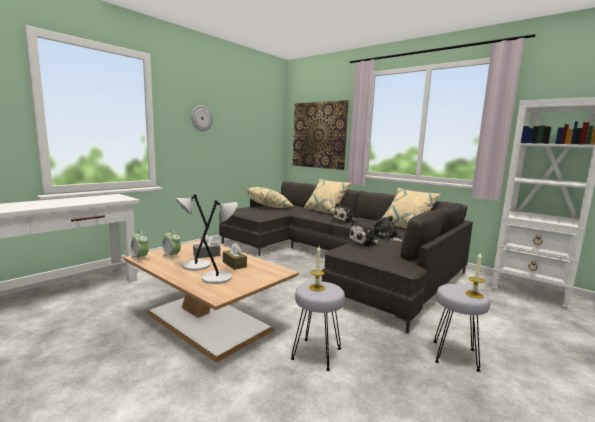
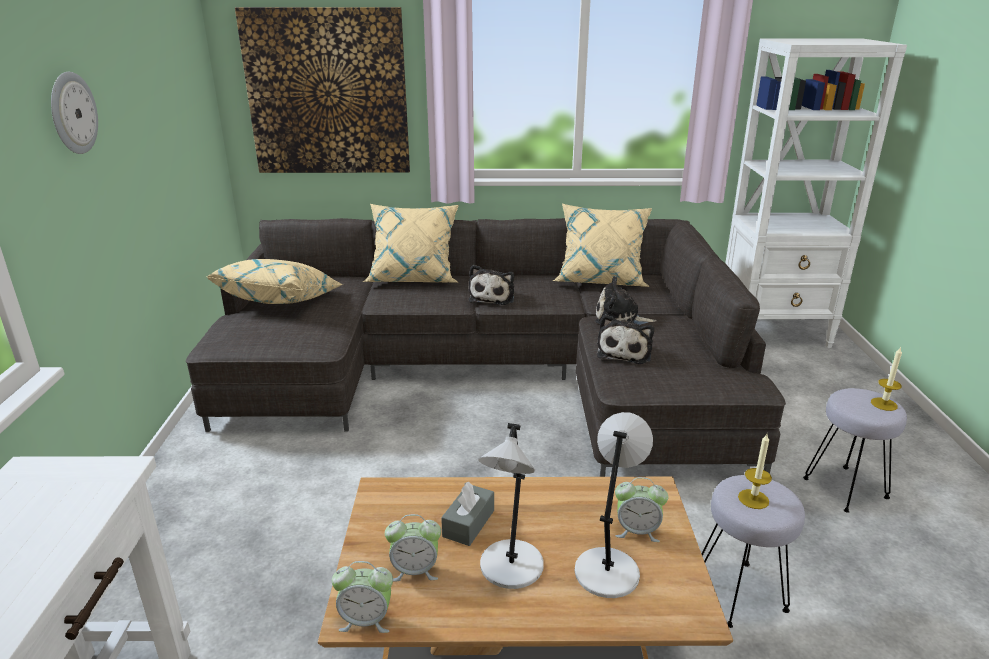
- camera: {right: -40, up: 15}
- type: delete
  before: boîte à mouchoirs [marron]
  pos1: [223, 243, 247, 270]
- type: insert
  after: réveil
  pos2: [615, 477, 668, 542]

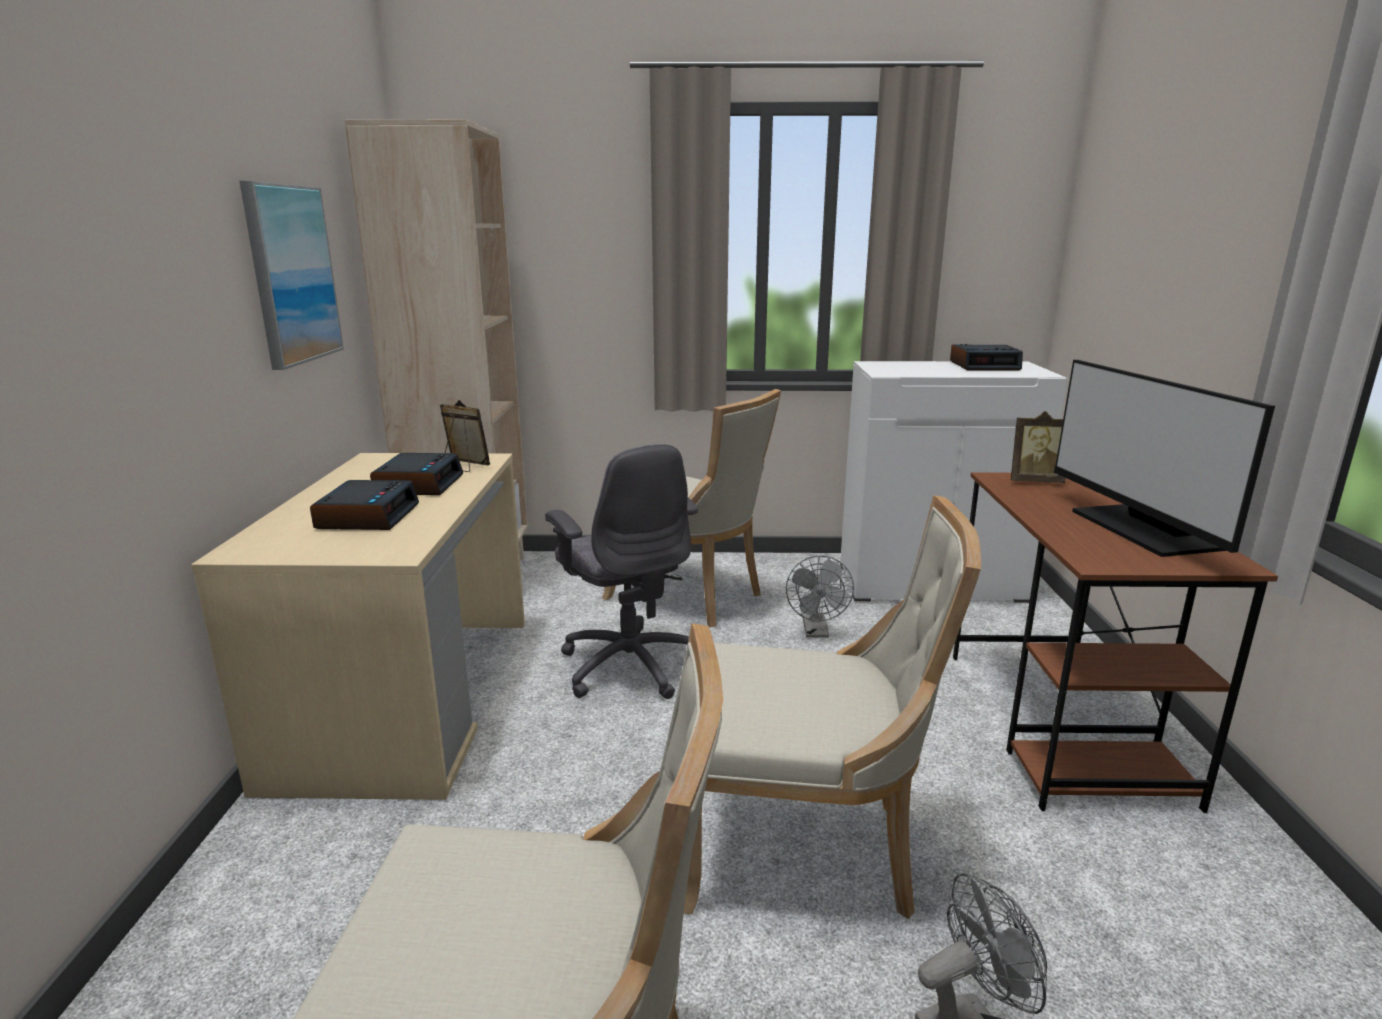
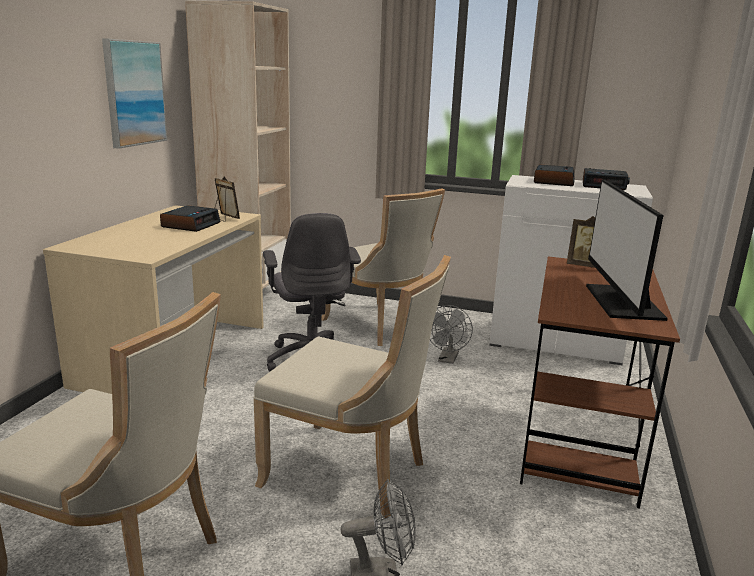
- camera: {right: 15, up: 0}
- type: move
  before: réveil
  pos1: [310, 480, 419, 530]
  pos2: [534, 165, 575, 186]

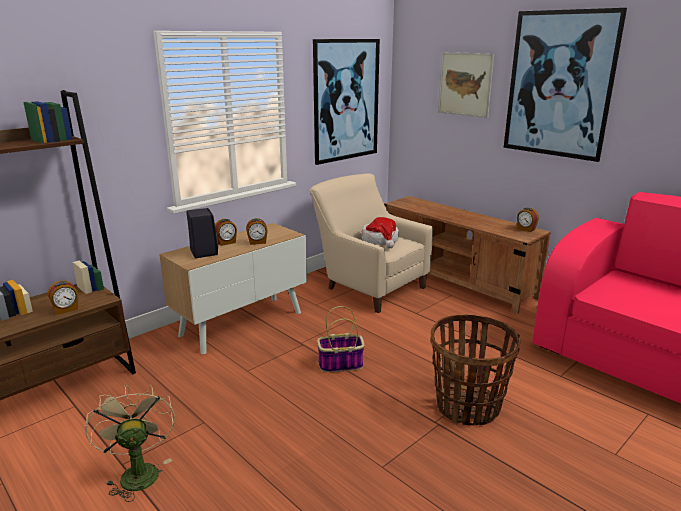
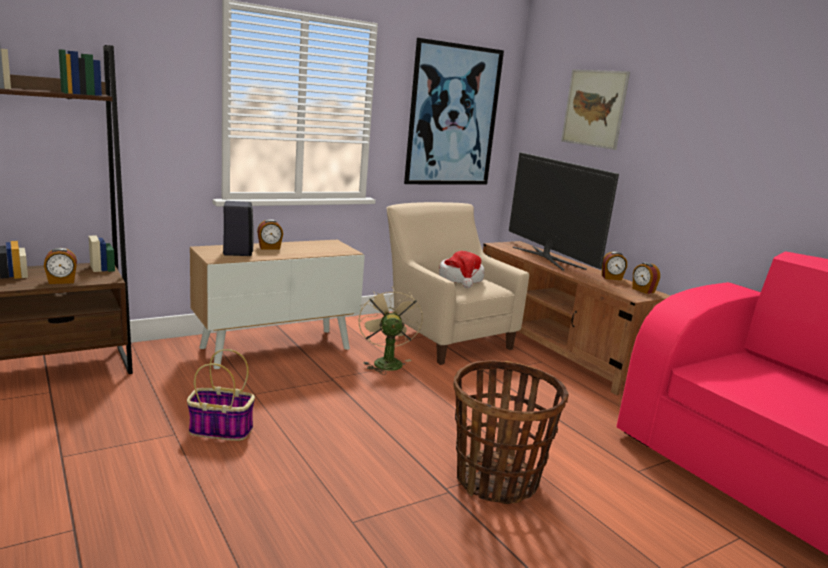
- camera: {right: 10, up: -5}
- type: delete
  before: tableau
  pos1: [504, 8, 627, 162]
- type: insert
  after: téléviseur
  pos2: [509, 152, 619, 270]
- type: move
  before: ventilateur [beige]
  pos1: [85, 385, 175, 502]
  pos2: [358, 287, 423, 375]
- type: move
  before: réveil
  pos1: [246, 218, 268, 245]
  pos2: [602, 252, 627, 280]
- type: move
  before: panier
  pos1: [317, 306, 365, 372]
  pos2: [187, 349, 255, 441]

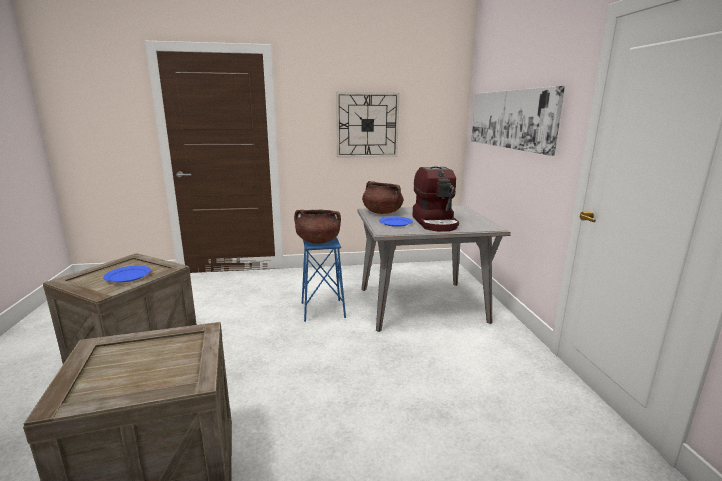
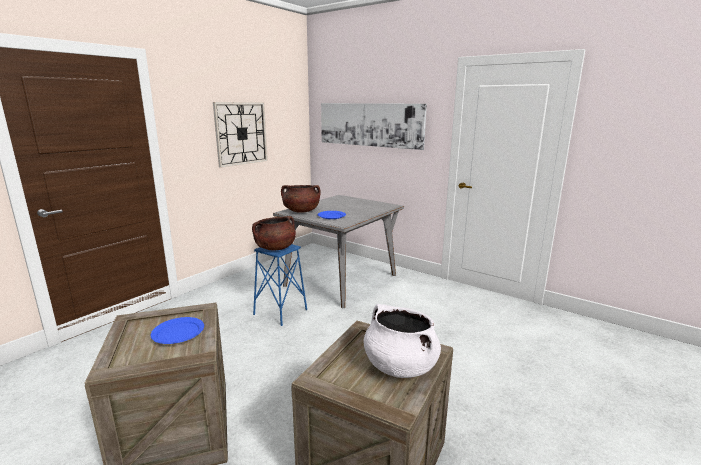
- camera: {right: -45, up: 0}
- type: delete
  before: machine à café
  pos1: [412, 166, 459, 232]
- type: insert
  after: marmite [blanc]
  pos2: [364, 304, 441, 378]

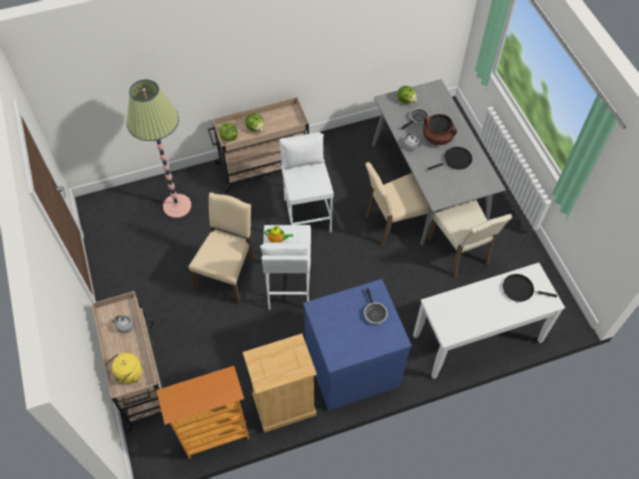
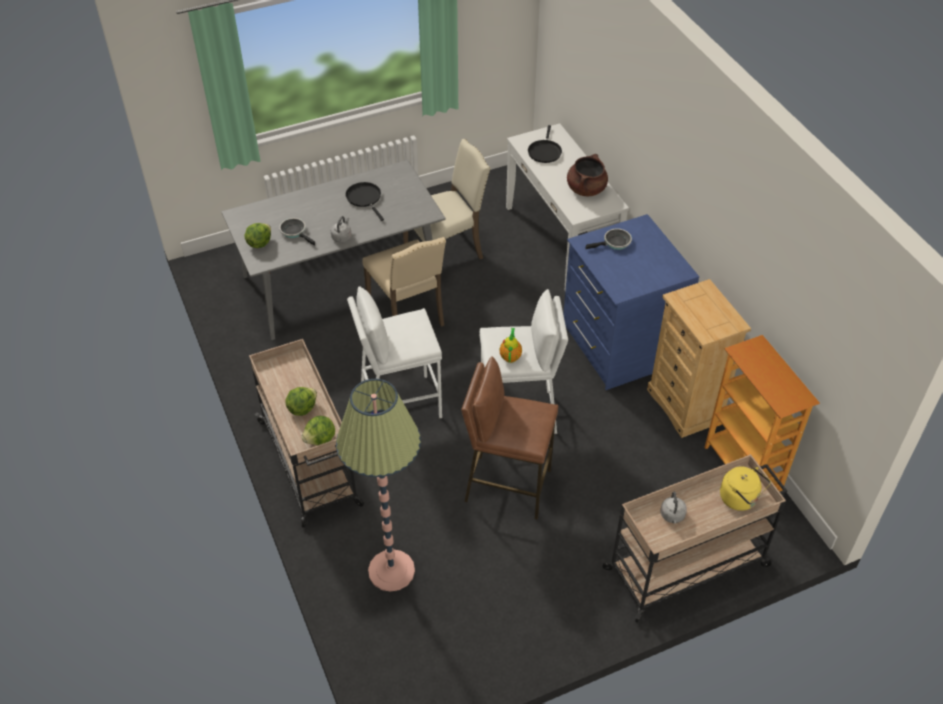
- camera: {right: -95, up: -10}
- type: move
  before: marmite [marron]
  pos1: [423, 114, 457, 145]
  pos2: [567, 154, 608, 196]
- type: replace
  before: chaise [beige]
  after: tabouret [marron]
  pos1: [189, 192, 256, 304]
  pos2: [461, 356, 558, 520]

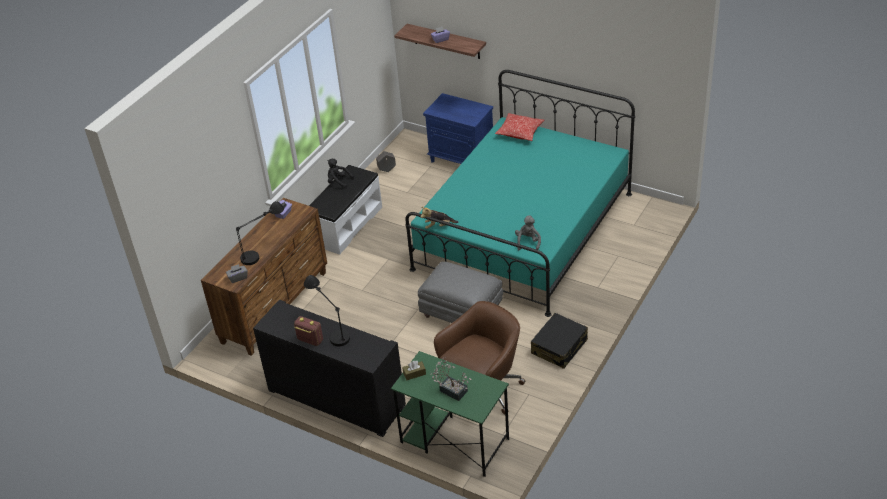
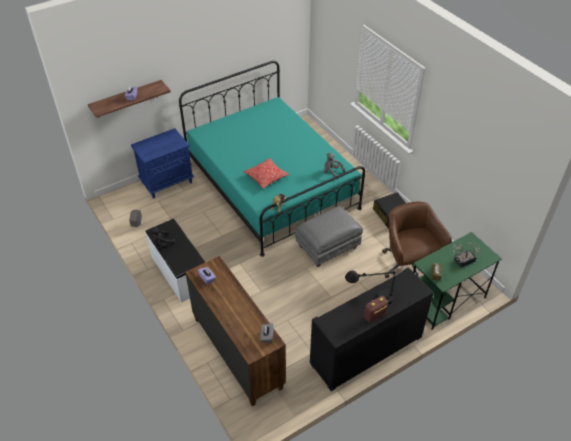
- camera: {right: -65, up: 5}
- type: delete
  before: lampe de table [noir]
  pos1: [236, 201, 284, 265]
- type: move
  before: coussin
  pos1: [495, 113, 544, 141]
  pos2: [244, 158, 289, 189]

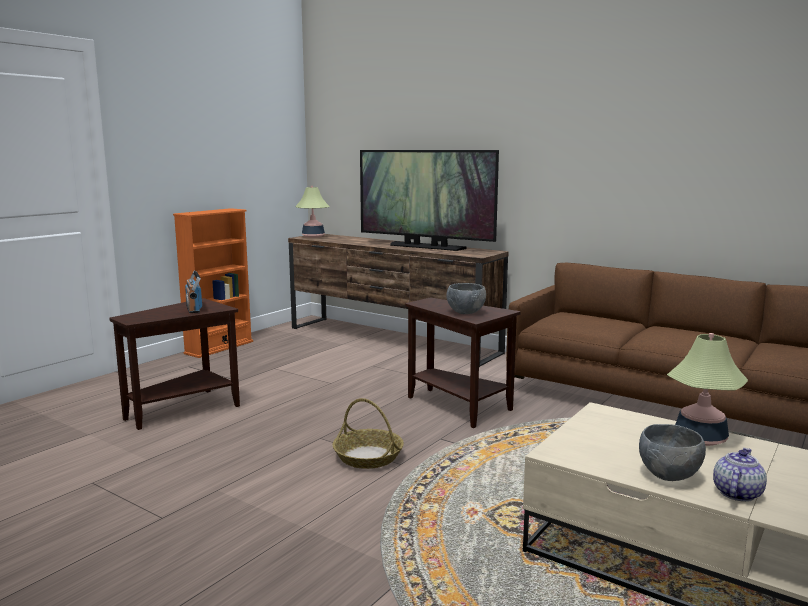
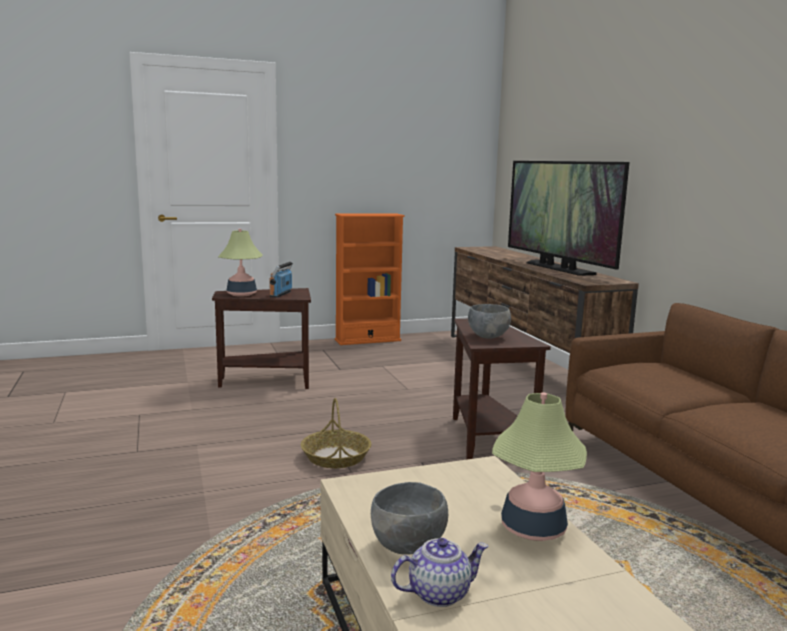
- camera: {right: 35, up: 0}
- type: move
  before: lampe de table
  pos1: [295, 186, 330, 238]
  pos2: [218, 229, 263, 297]

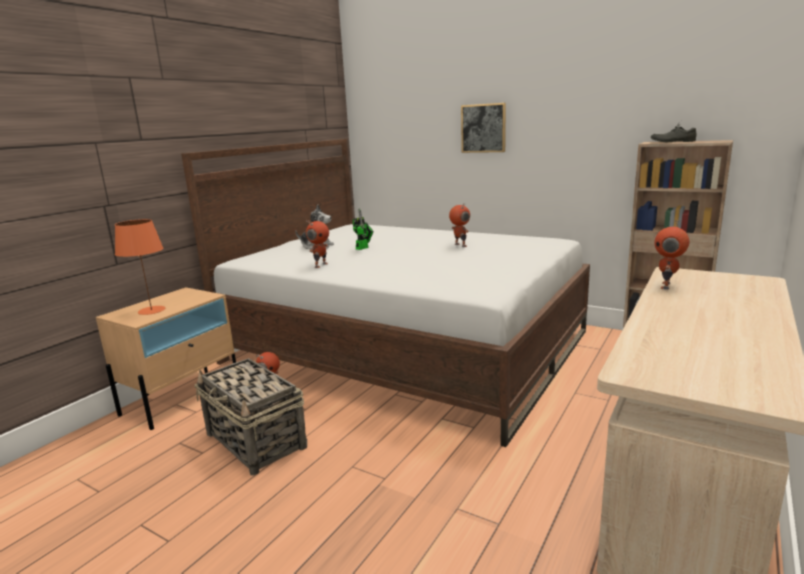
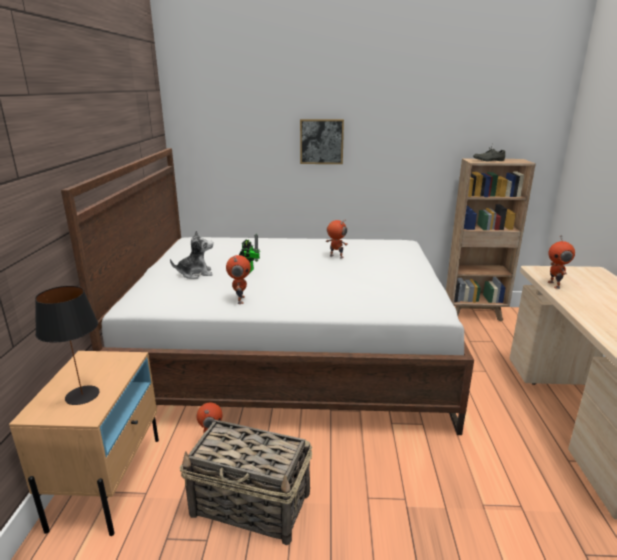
- camera: {right: -30, up: 5}
- type: recolor
  before: lampe de table [orange]
  after: lampe de table [noir]
  pos1: [115, 219, 165, 315]
  pos2: [35, 286, 100, 405]

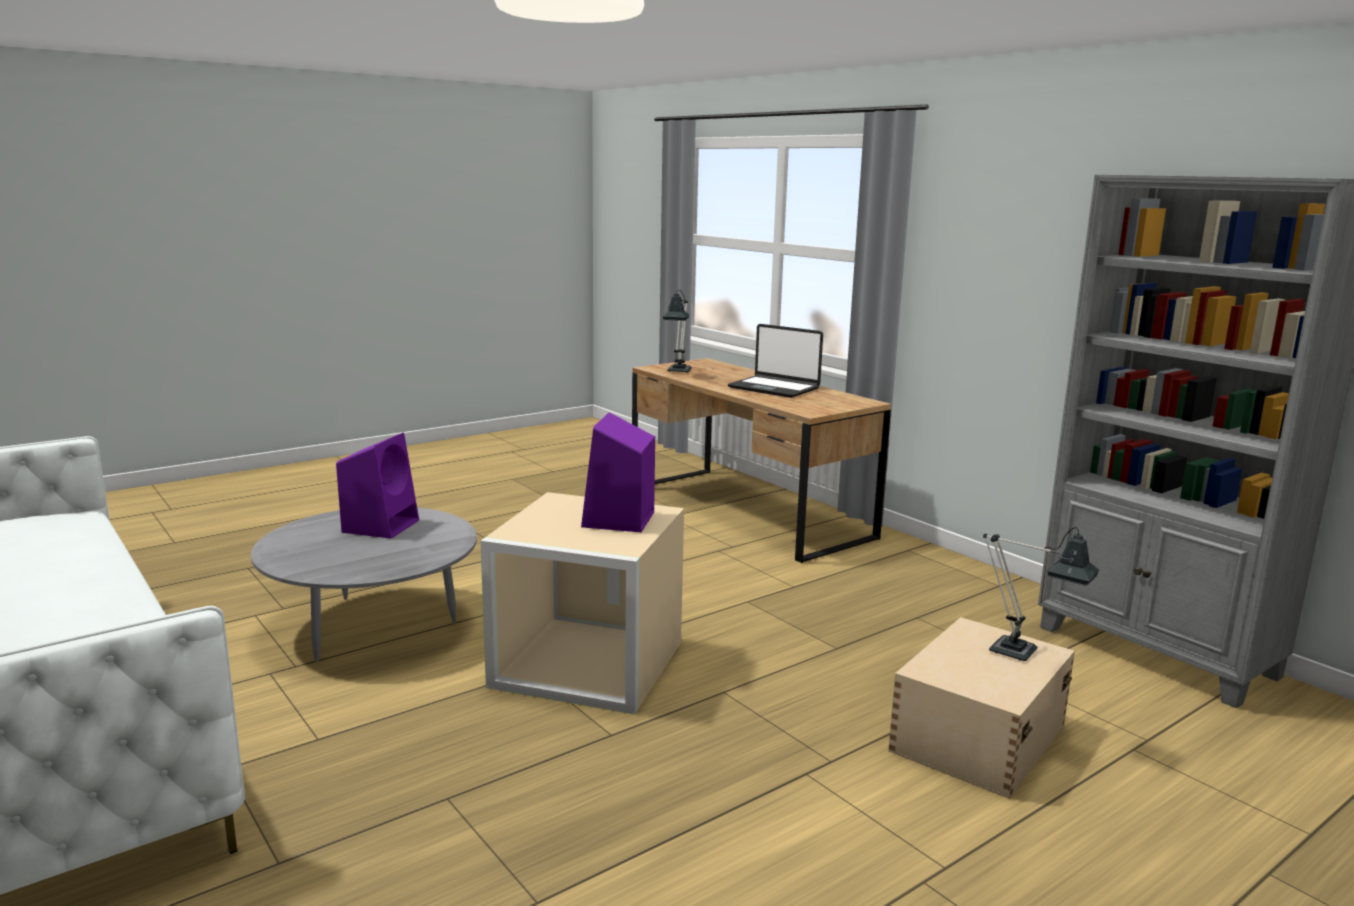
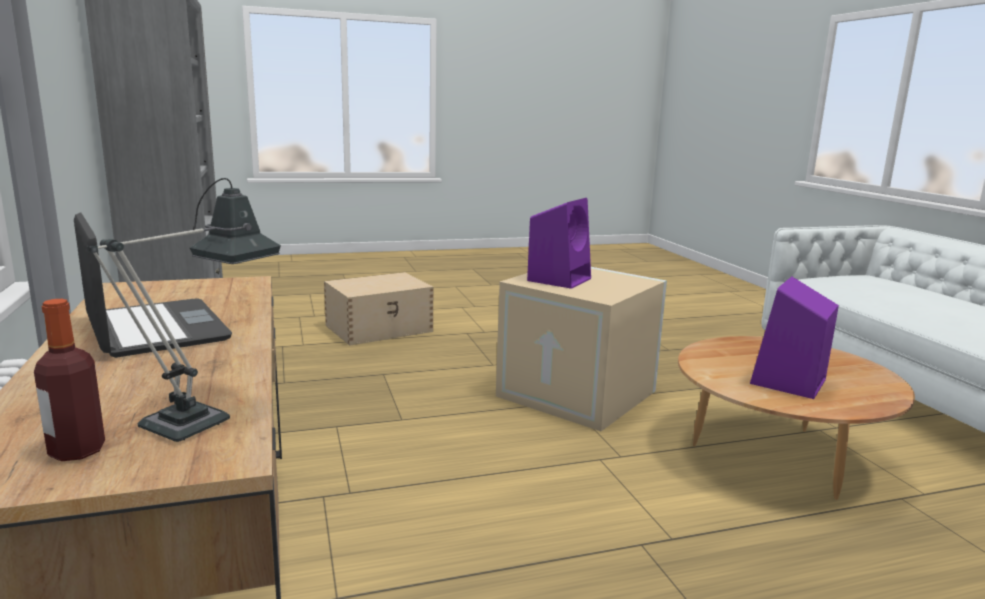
- camera: {right: -160, up: 0}
- type: delete
  before: lampe de table
  pos1: [983, 527, 1099, 661]
- type: insert
  after: bouteille
  pos2: [34, 299, 105, 461]
- type: recolor
  before: table basse [gris]
  after: table basse [marron]
  pos1: [251, 507, 477, 662]
  pos2: [678, 336, 915, 500]

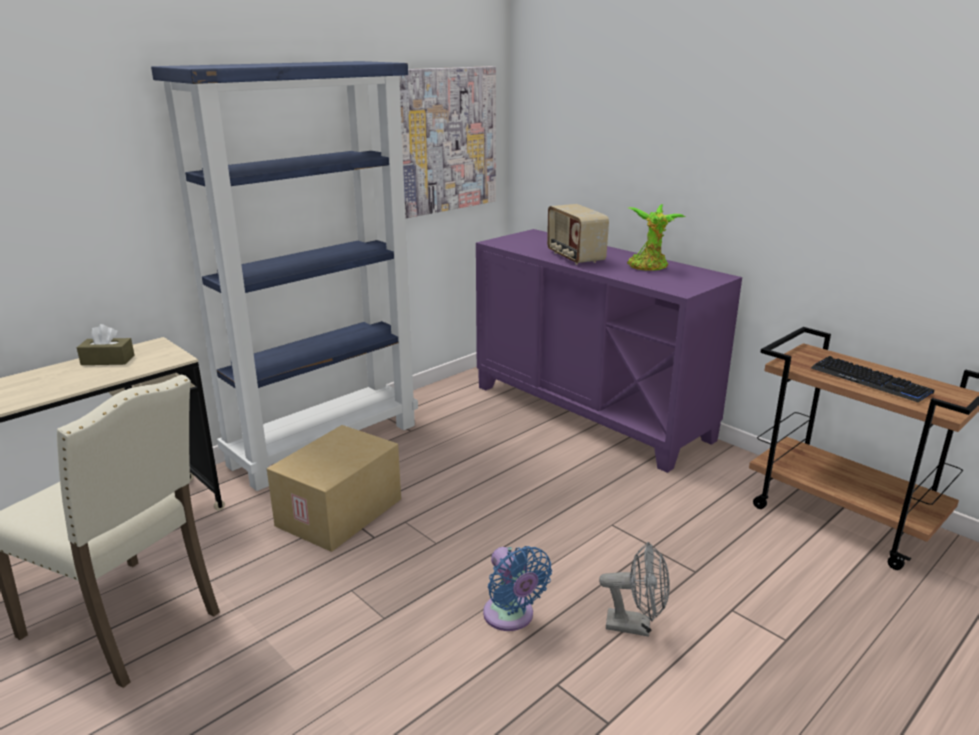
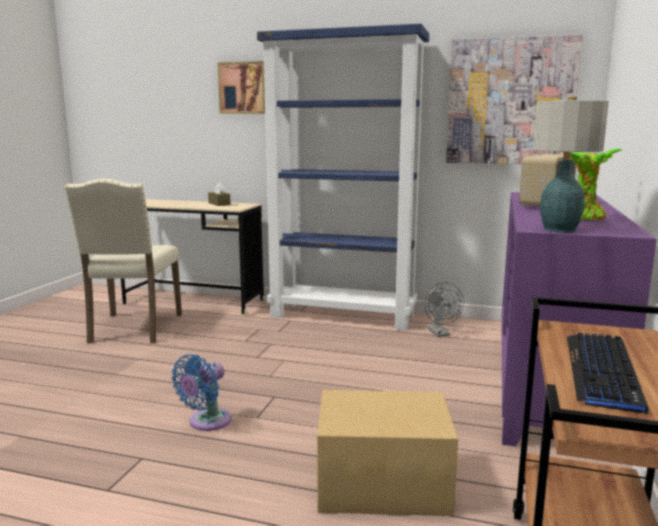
- camera: {right: 60, up: -10}
- type: insert
  after: tableau
  pos2: [218, 61, 265, 114]
- type: insert
  after: lampe de table
  pos2: [533, 96, 609, 233]
- type: move
  before: carton
  pos1: [267, 425, 401, 552]
  pos2: [317, 390, 458, 516]
- type: move
  before: ventilateur [gris]
  pos1: [599, 542, 670, 637]
  pos2: [425, 282, 464, 337]

